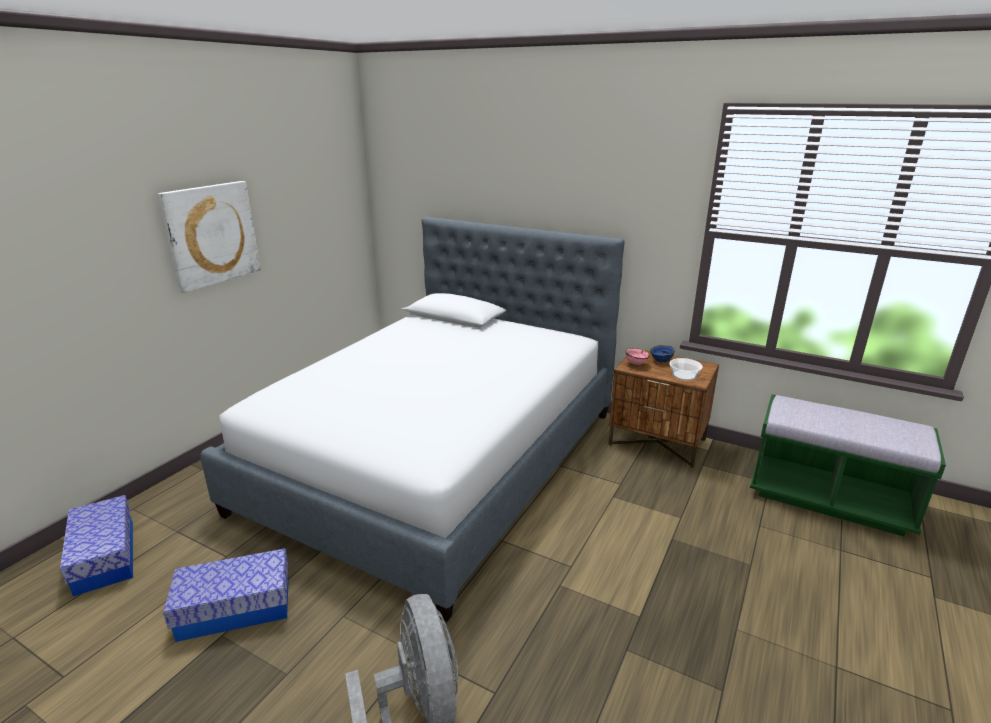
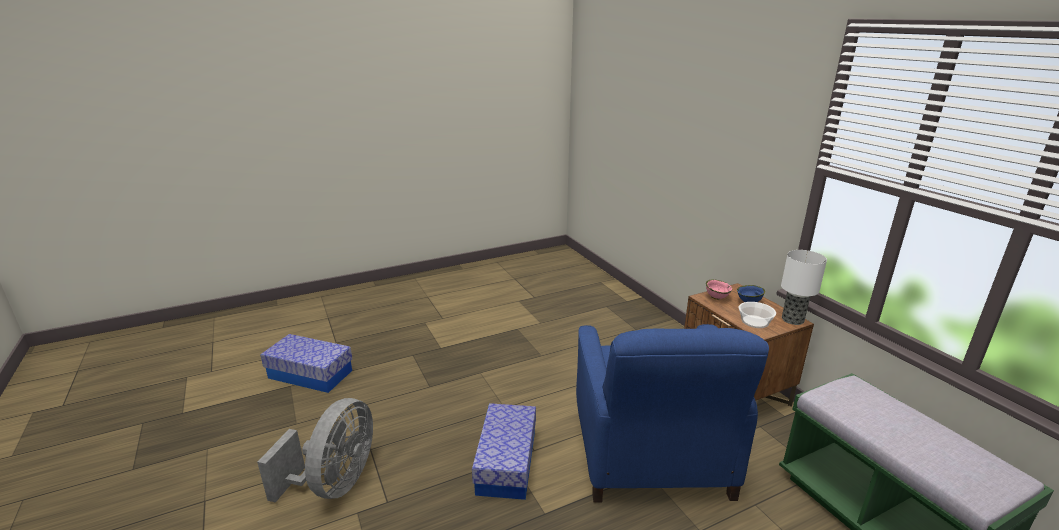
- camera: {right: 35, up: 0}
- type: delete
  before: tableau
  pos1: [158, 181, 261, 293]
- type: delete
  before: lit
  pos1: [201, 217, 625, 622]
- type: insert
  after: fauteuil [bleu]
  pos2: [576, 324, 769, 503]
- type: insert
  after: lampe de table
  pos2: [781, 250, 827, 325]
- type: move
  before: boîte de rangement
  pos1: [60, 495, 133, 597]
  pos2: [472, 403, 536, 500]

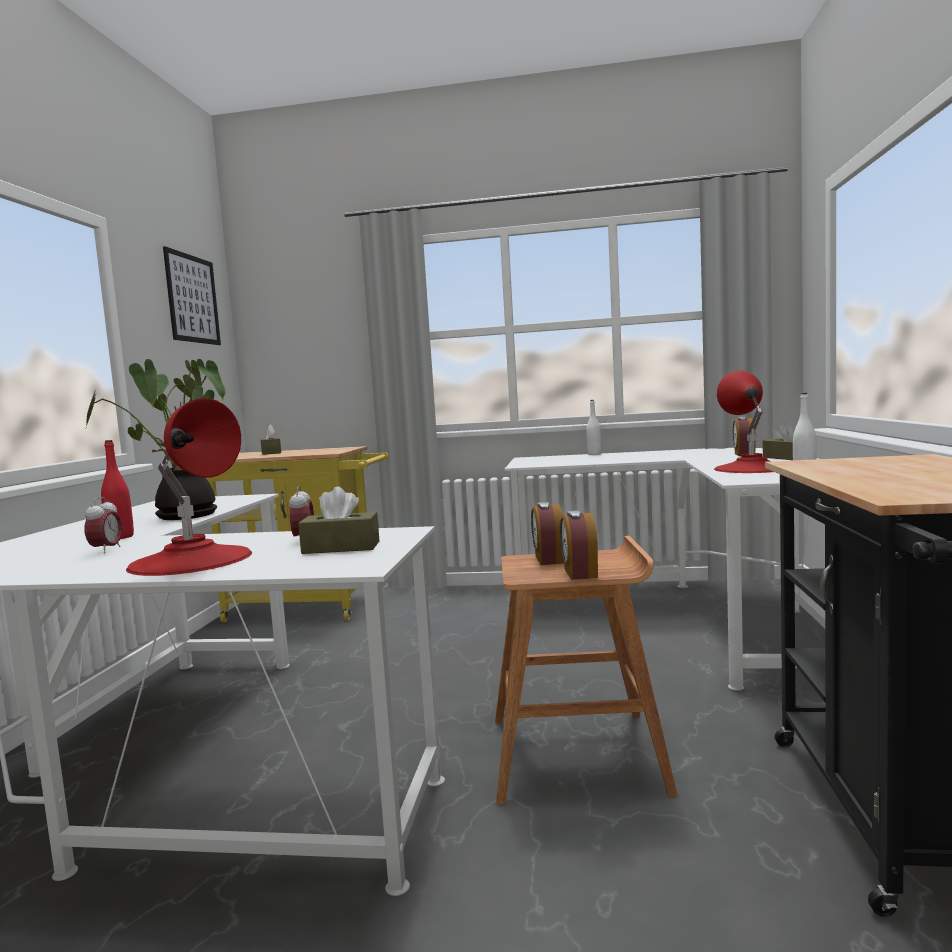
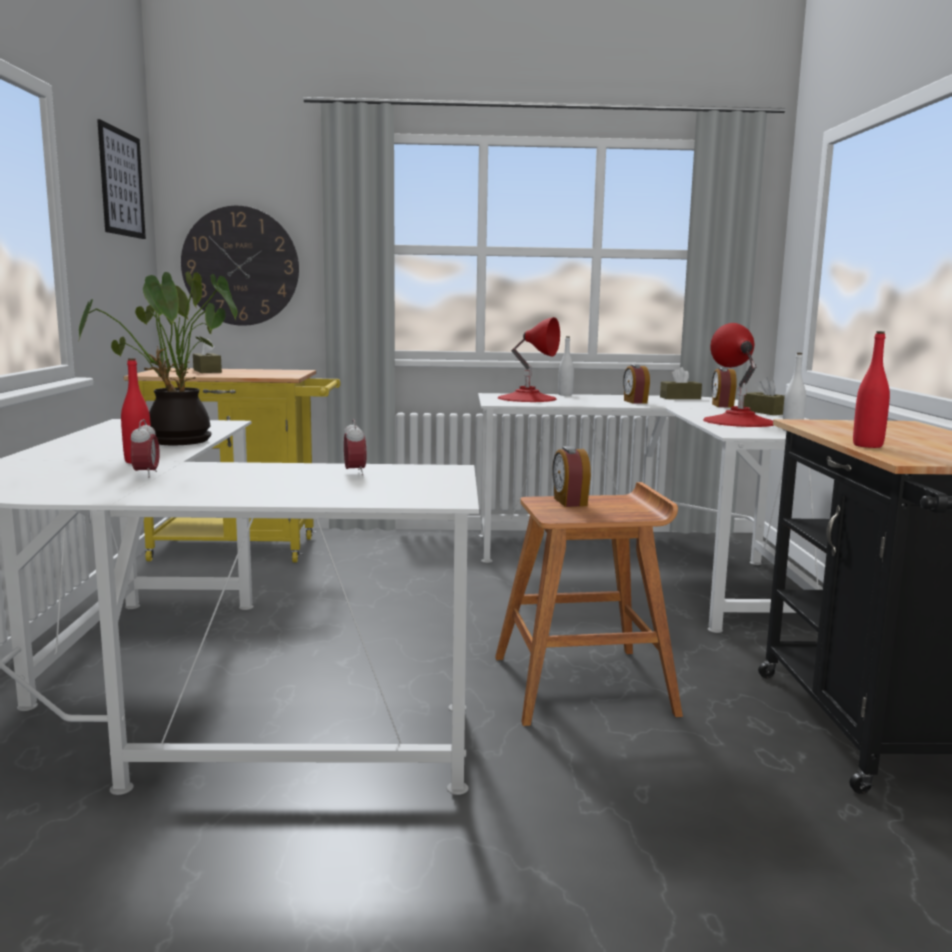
- camera: {right: -10, up: 5}
- type: insert
  after: horloge murale
  pos2: [181, 206, 299, 326]
- type: insert
  after: bouteille [rouge]
  pos2: [853, 331, 890, 448]
- type: move
  before: lampe de table [rouge]
  pos1: [126, 398, 252, 576]
  pos2: [498, 317, 560, 402]
- type: move
  before: boîte à mouchoirs [marron]
  pos1: [298, 487, 379, 554]
  pos2: [660, 367, 702, 399]
- type: move
  before: réveil
  pos1: [560, 510, 598, 580]
  pos2: [623, 364, 650, 404]

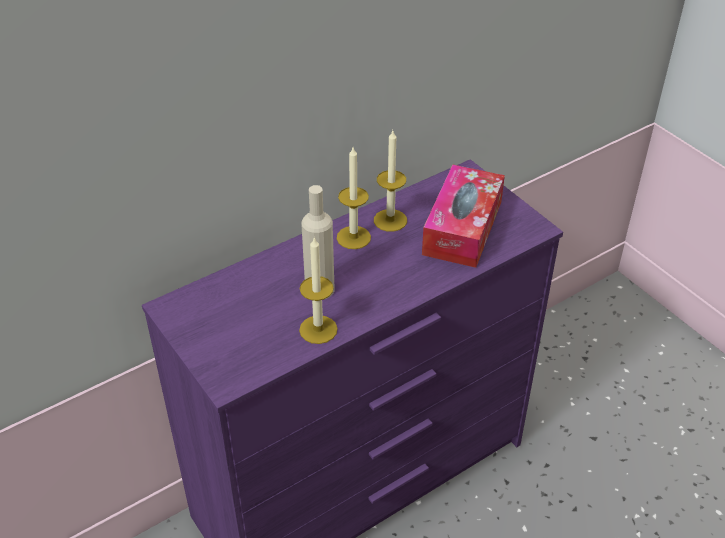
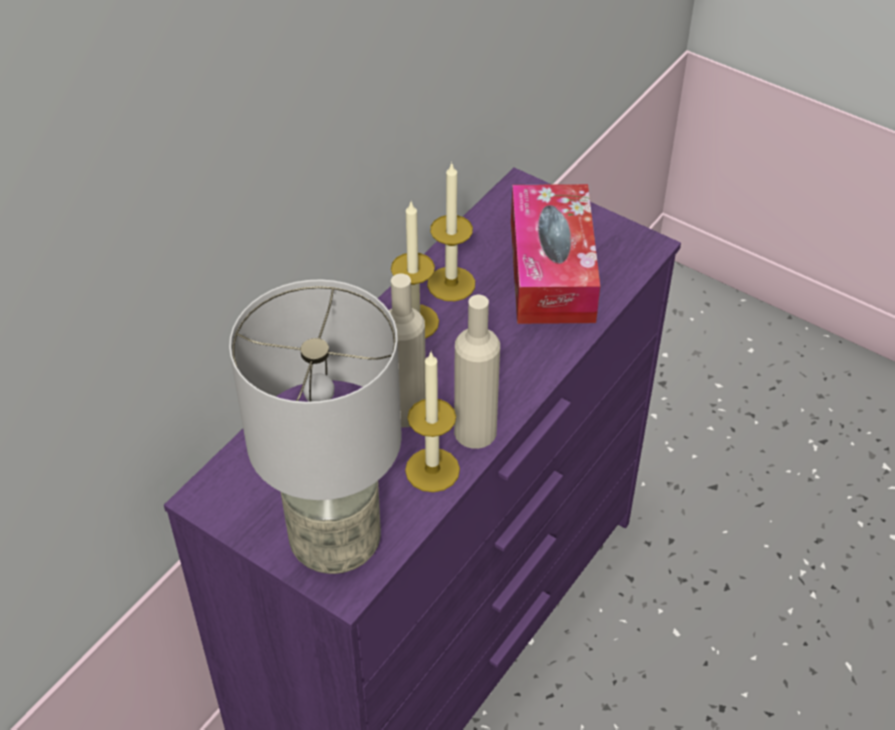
- camera: {right: -20, up: 5}
- type: insert
  after: lampe de table [gris]
  pos2: [229, 279, 402, 574]
- type: insert
  after: bouteille [beige]
  pos2: [454, 295, 500, 449]

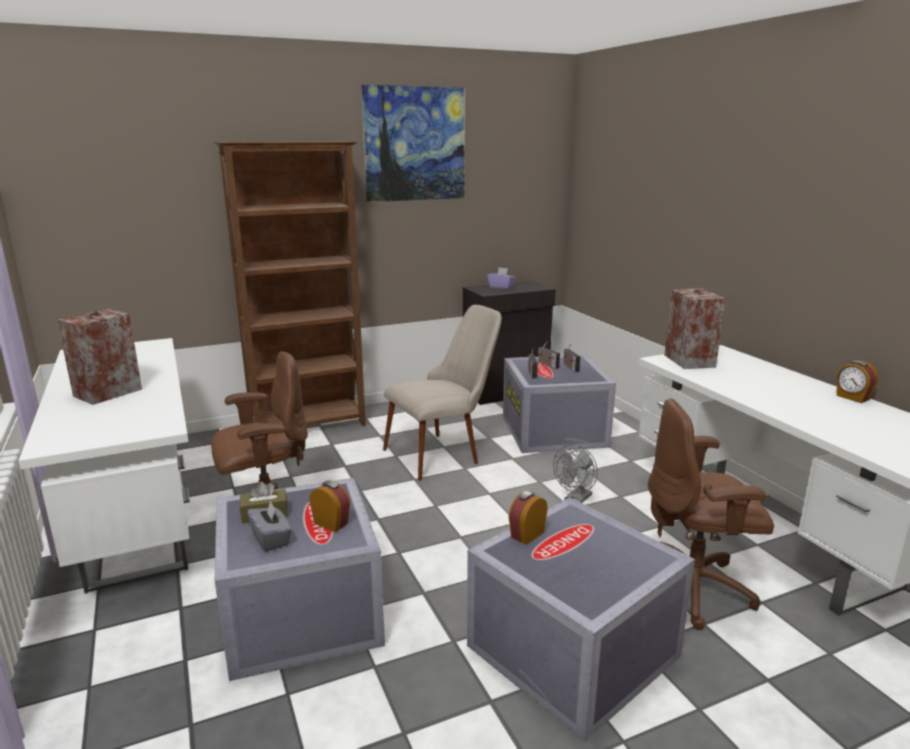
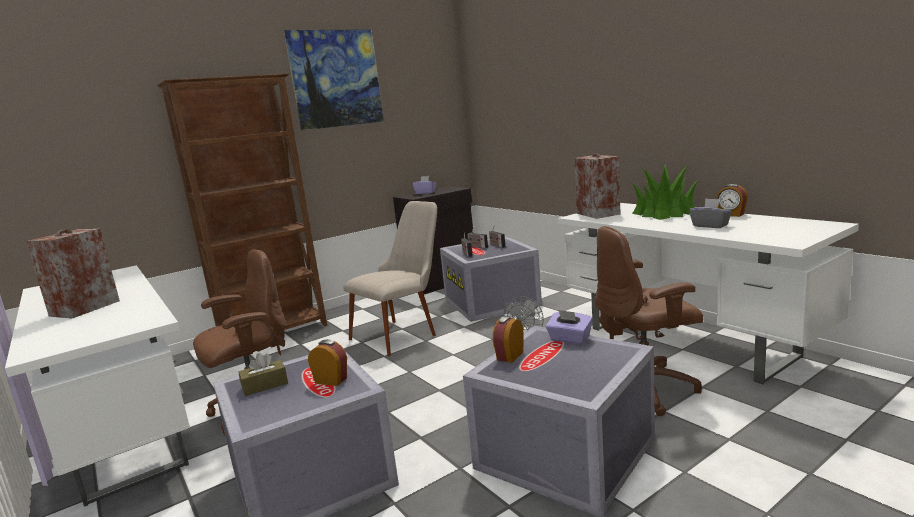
- camera: {right: -10, up: -5}
- type: insert
  after: boîte à mouchoirs [violet]
  pos2: [546, 310, 593, 344]
- type: insert
  after: plante en pot
  pos2: [632, 164, 698, 220]
- type: move
  before: boîte à mouchoirs [gris]
  pos1: [247, 500, 292, 551]
  pos2: [689, 198, 732, 228]

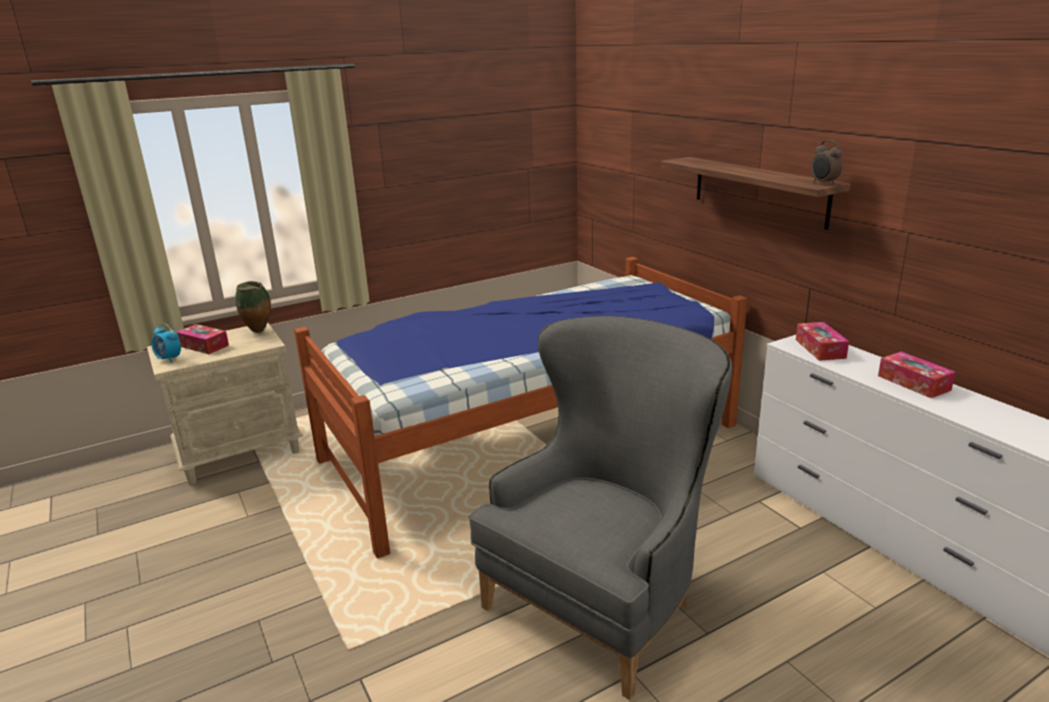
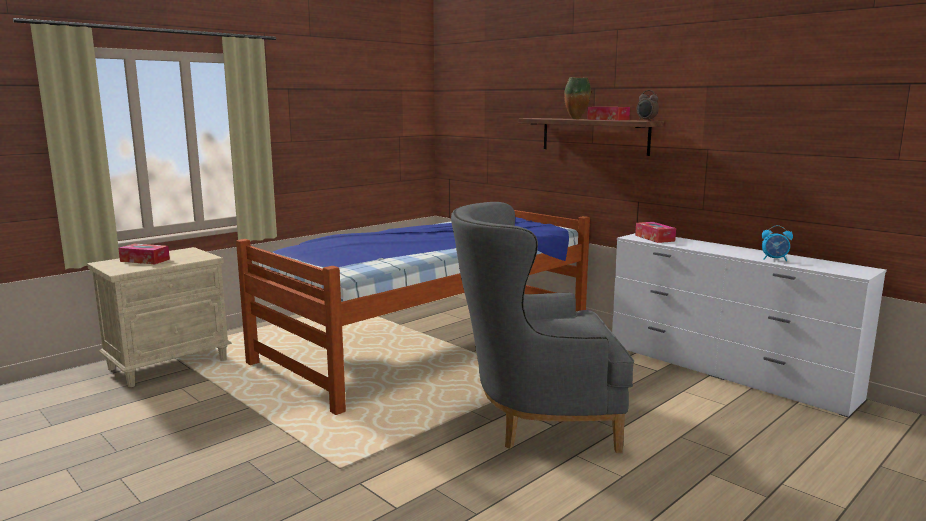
- camera: {right: -15, up: -10}
- type: move
  before: réveil
  pos1: [151, 324, 181, 363]
  pos2: [762, 225, 793, 261]
- type: move
  before: vase
  pos1: [235, 281, 271, 333]
  pos2: [564, 77, 591, 119]
- type: move
  before: boîte à mouchoirs
  pos1: [878, 352, 956, 398]
  pos2: [587, 107, 630, 120]
- type: rotate
  before: fauteuil [gris]
  pos1: [468, 316, 732, 700]
  pos2: [451, 202, 634, 453]
  turn: -120

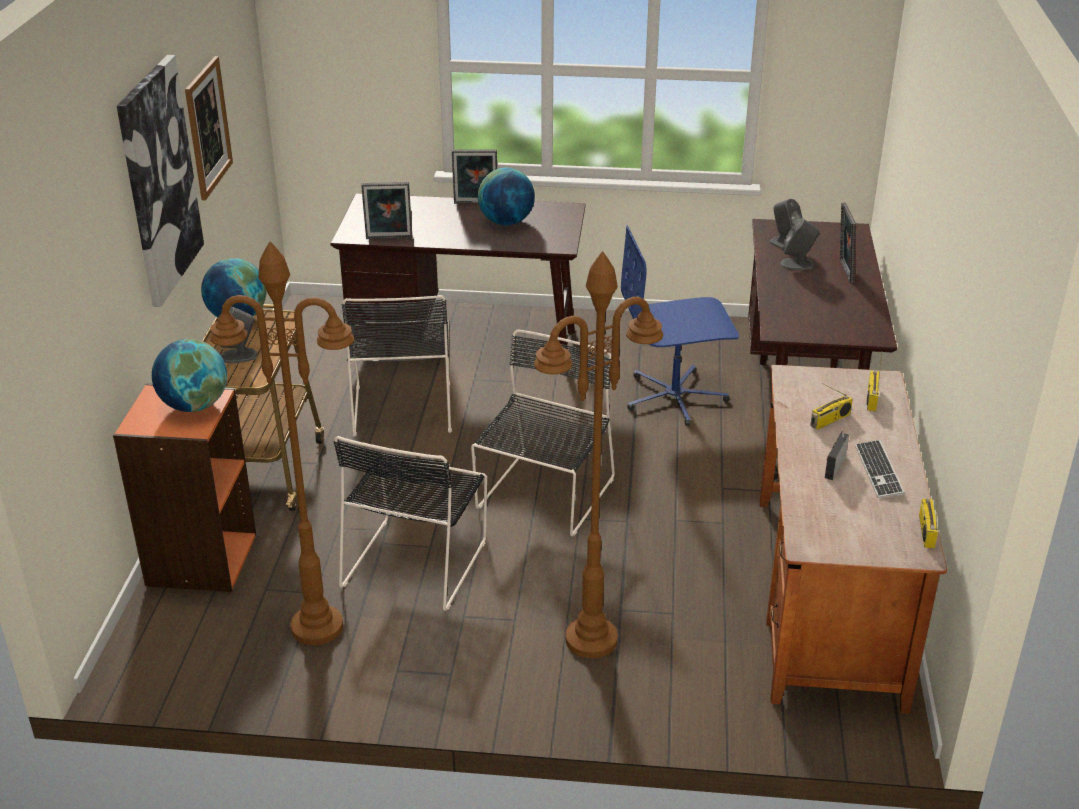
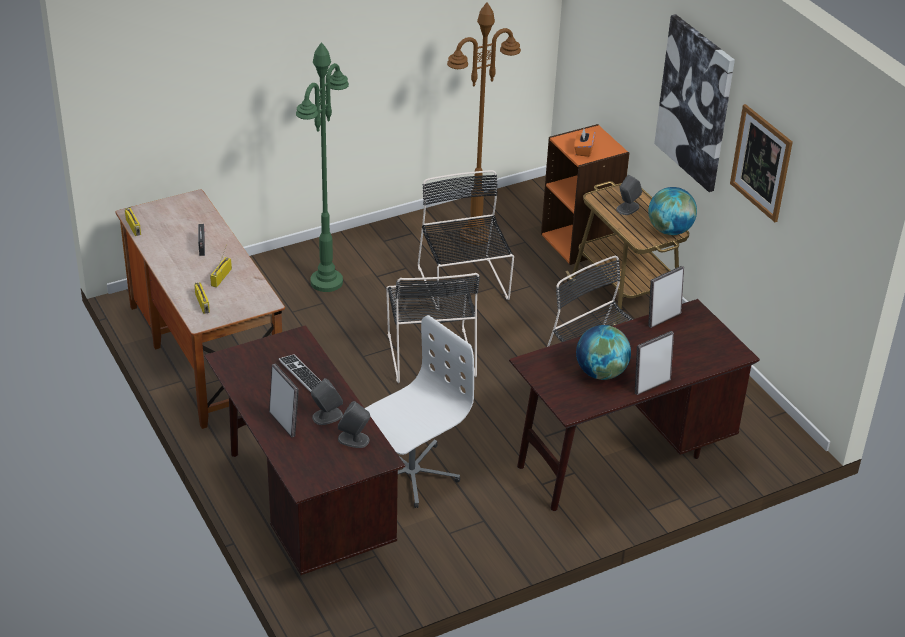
- camera: {right: 145, up: 5}
- type: move
  before: clavier
  pos1: [855, 440, 904, 498]
  pos2: [278, 354, 321, 392]
- type: replace
  before: globe
  after: boîte à mouchoirs [orange]
  pos1: [152, 339, 227, 412]
  pos2: [574, 129, 596, 157]
- type: recolor
  before: lampadaire [marron]
  after: lampadaire [vert]
  pos1: [534, 251, 663, 658]
  pos2: [296, 42, 349, 292]
- type: recolor
  before: chaise de bureau [bleu]
  after: chaise de bureau [blanc]
  pos1: [621, 226, 739, 426]
  pos2: [365, 315, 474, 508]

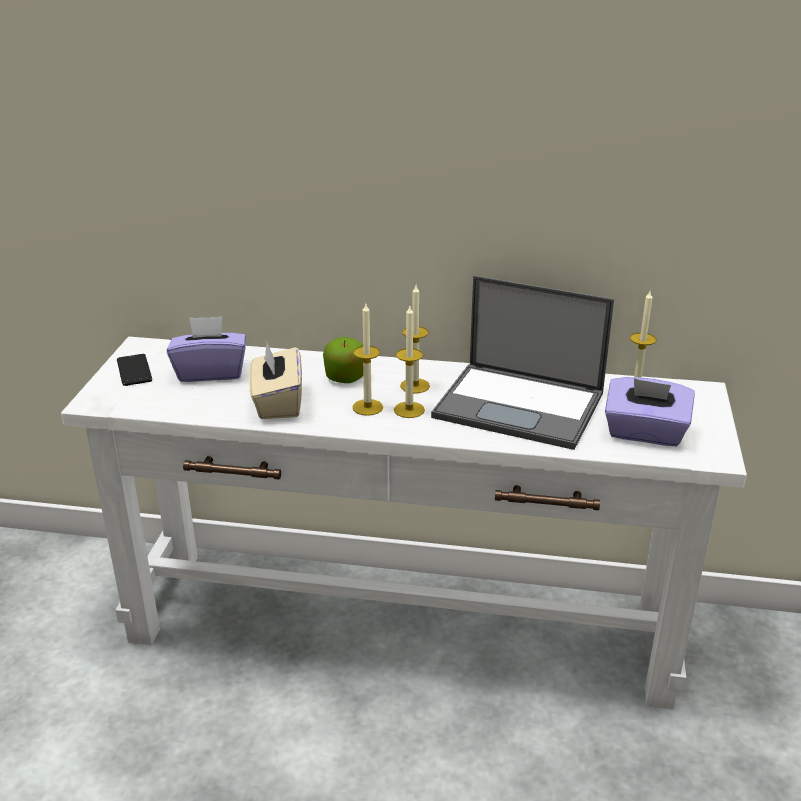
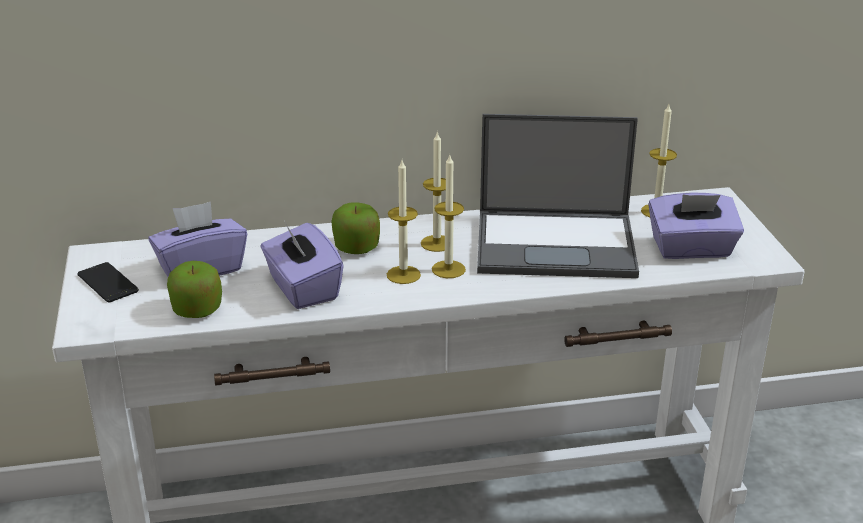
- camera: {right: -20, up: 0}
- type: insert
  after: pomme
  pos2: [167, 261, 222, 318]
- type: recolor
  before: boîte à mouchoirs [beige]
  after: boîte à mouchoirs [violet]
  pos1: [249, 343, 302, 419]
  pos2: [261, 221, 344, 309]

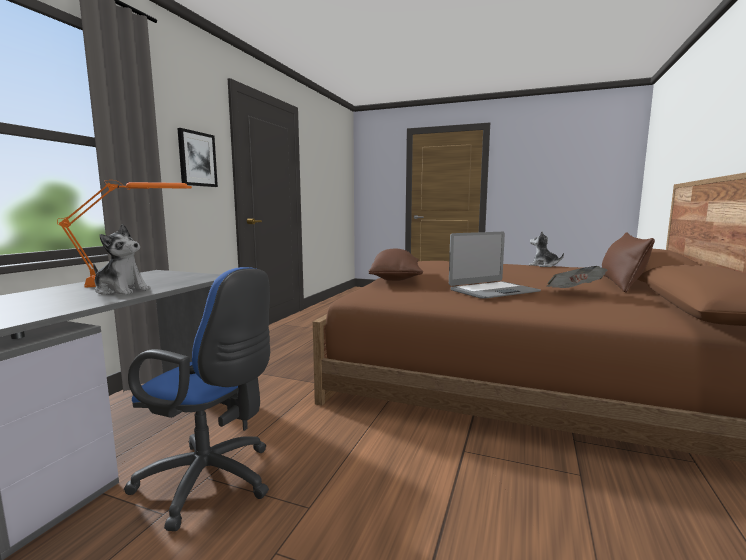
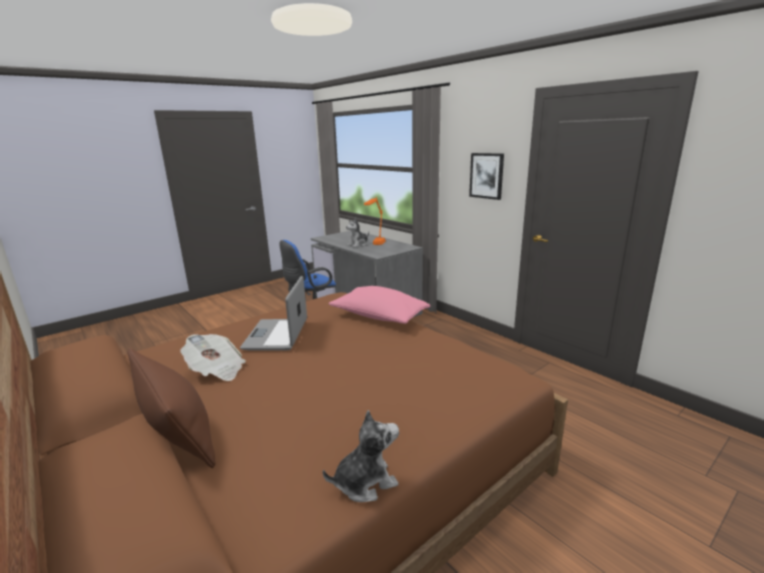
- camera: {right: 120, up: 10}
- type: recolor
  before: coussin [marron]
  after: coussin [rose]
  pos1: [369, 248, 423, 281]
  pos2: [328, 286, 430, 324]

